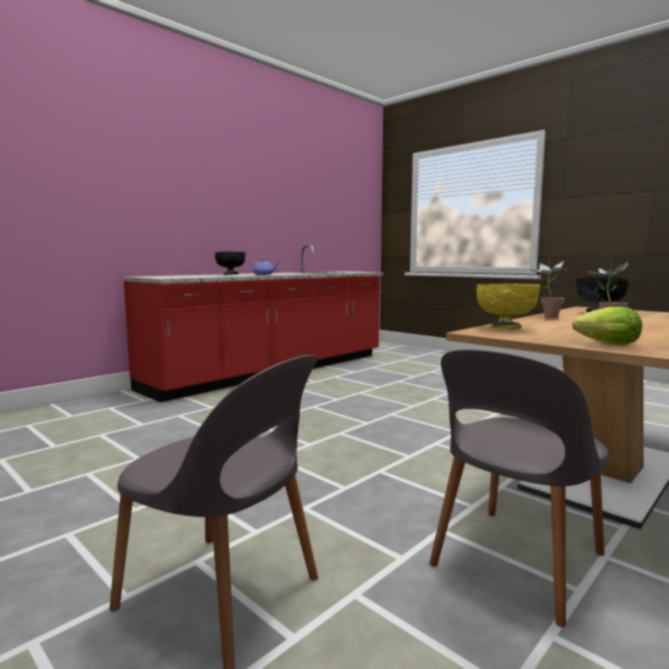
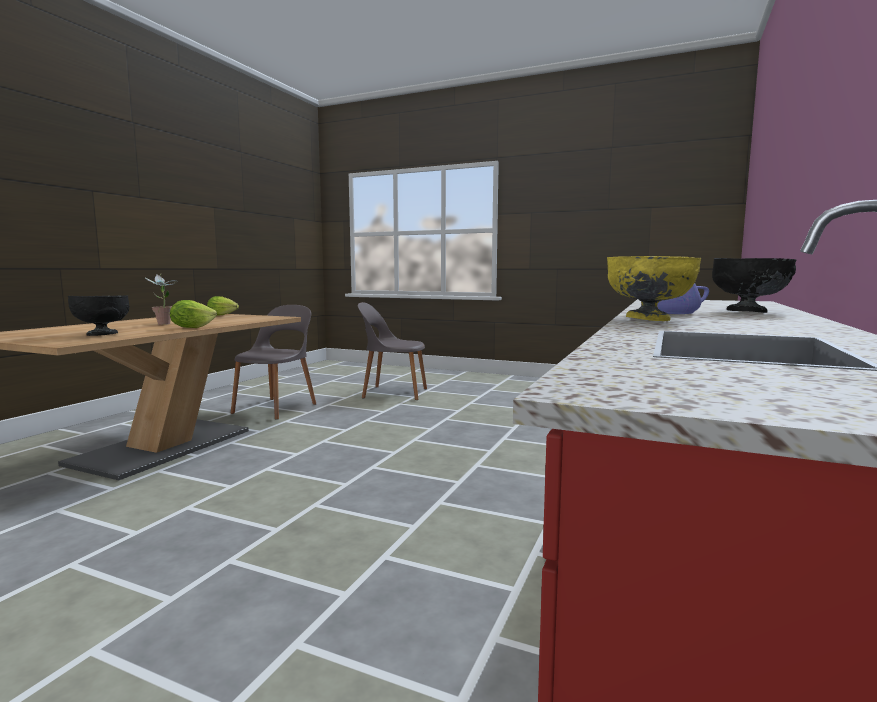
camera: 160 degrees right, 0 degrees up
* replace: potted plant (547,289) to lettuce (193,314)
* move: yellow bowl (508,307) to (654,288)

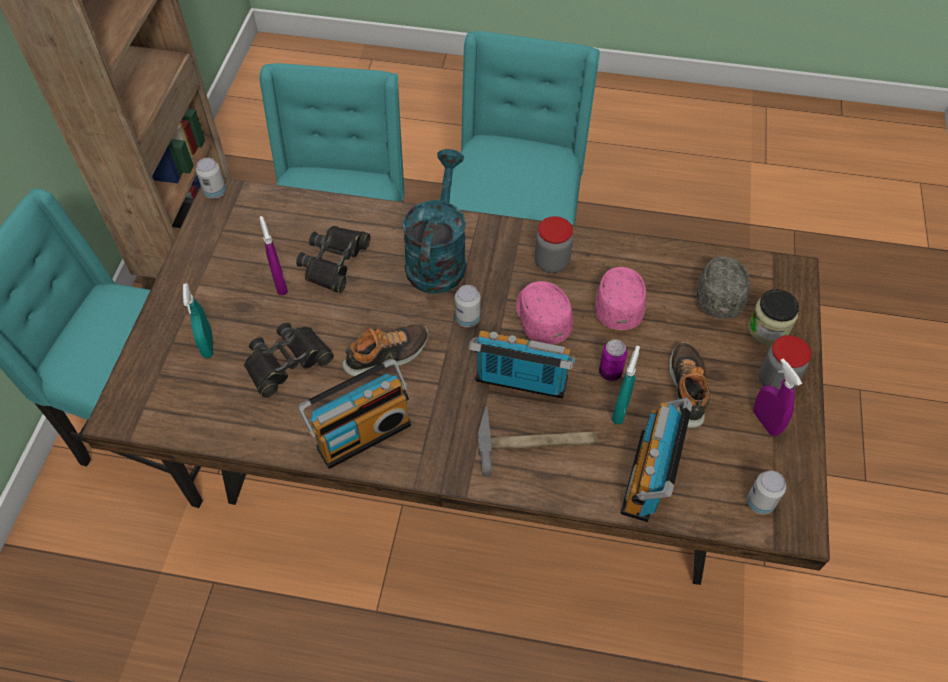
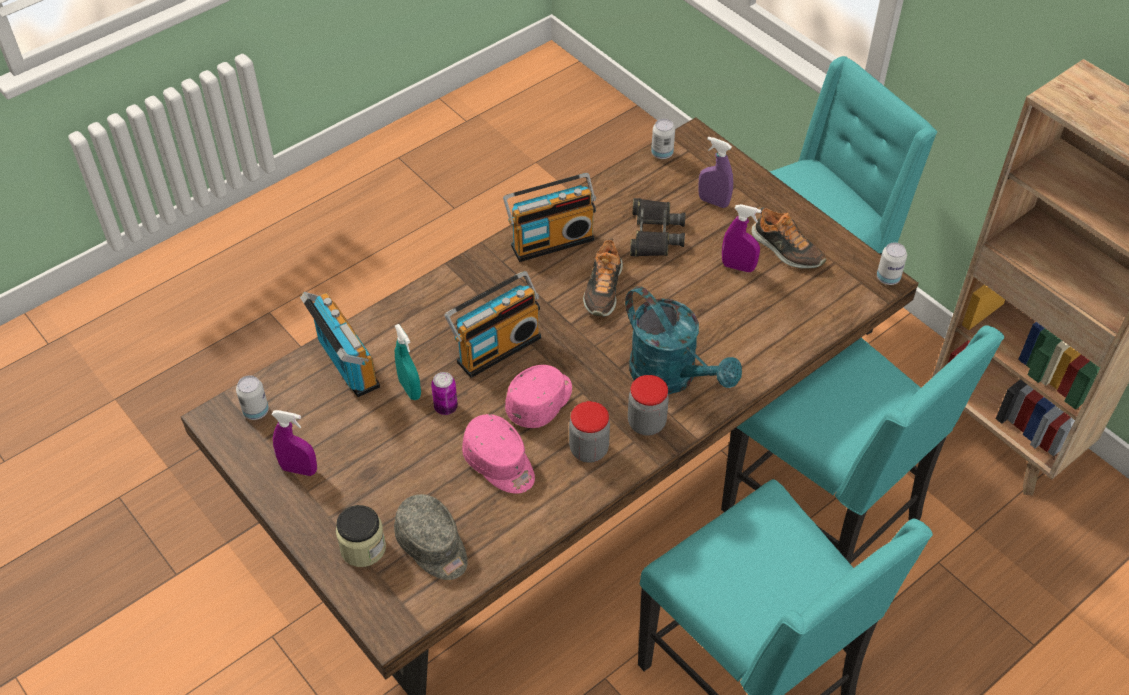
camera: 130 degrees right, 5 degrees down
* rotate: radio (354,414) = (549,217) 120 degrees counterclockwise
* rotate: pink cap (544,312) = (538,396) 75 degrees counterclockwise
* move: jar (785,362) to (648,405)
* move: can (468,306) to (663,139)
* recolor: turquoise spray bottle (198,320) to purple spray bottle (715,172)
* move: shoe (689,385) to (789,238)
* delete: black binoculars (333,259)
* delete: hammer (538,441)

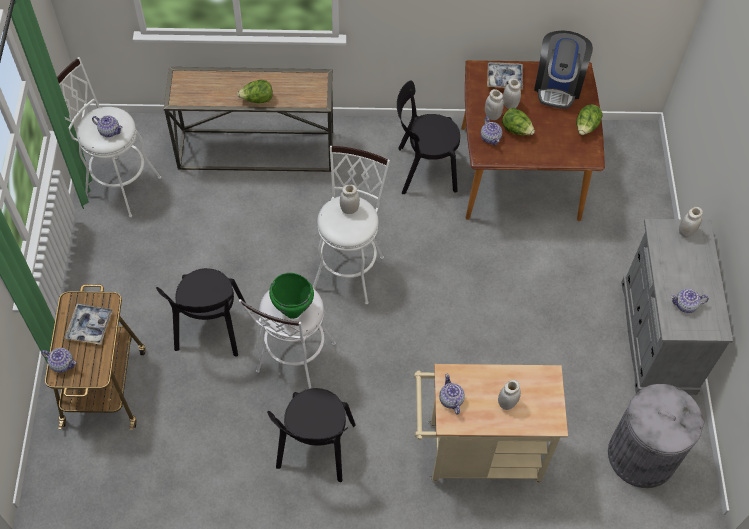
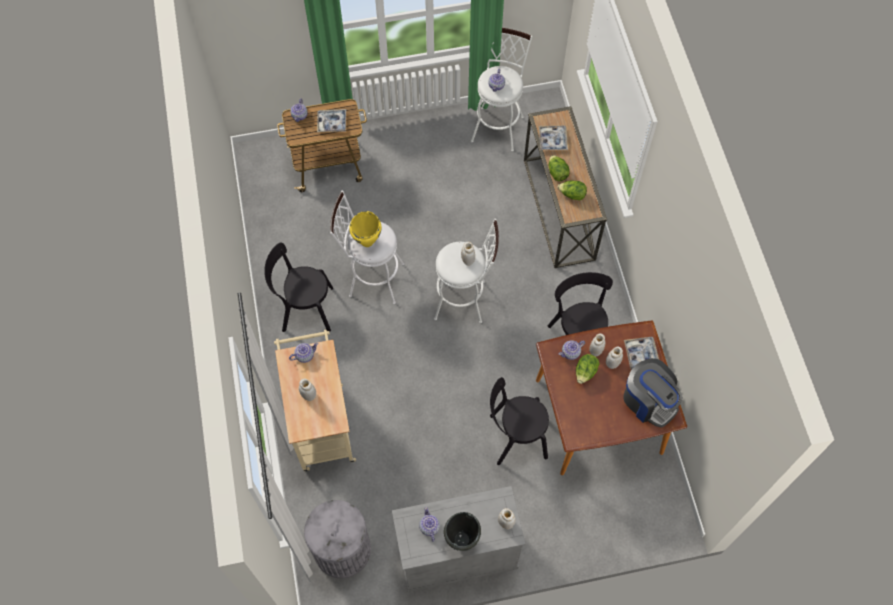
camera: 80 degrees right, 5 degrees up
* recolor: green cooking pot (291,296) to yellow cooking pot (365,229)
* insert: black cooking pot (462,531)
* move: black chair (201,312) to (519,421)
* insert: tray (553,138)
* move: lettuce (589,119) to (572,190)
* rotate: coffee machine (563,69) = (652,393) 135 degrees counterclockwise

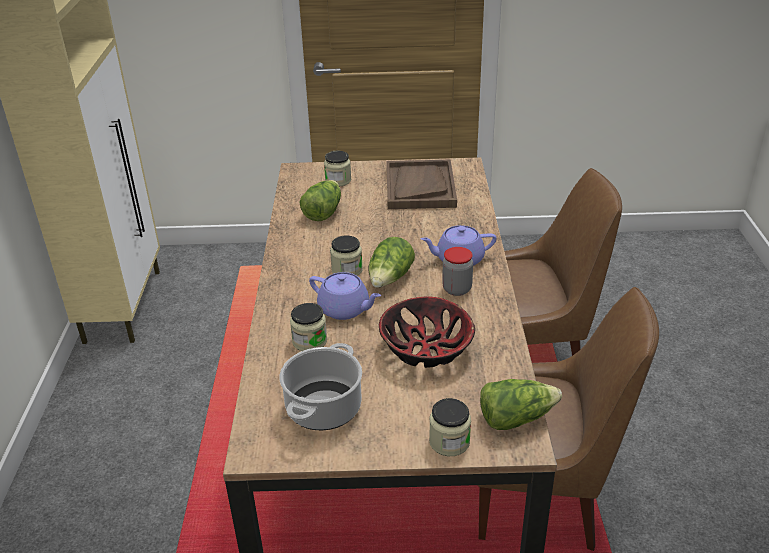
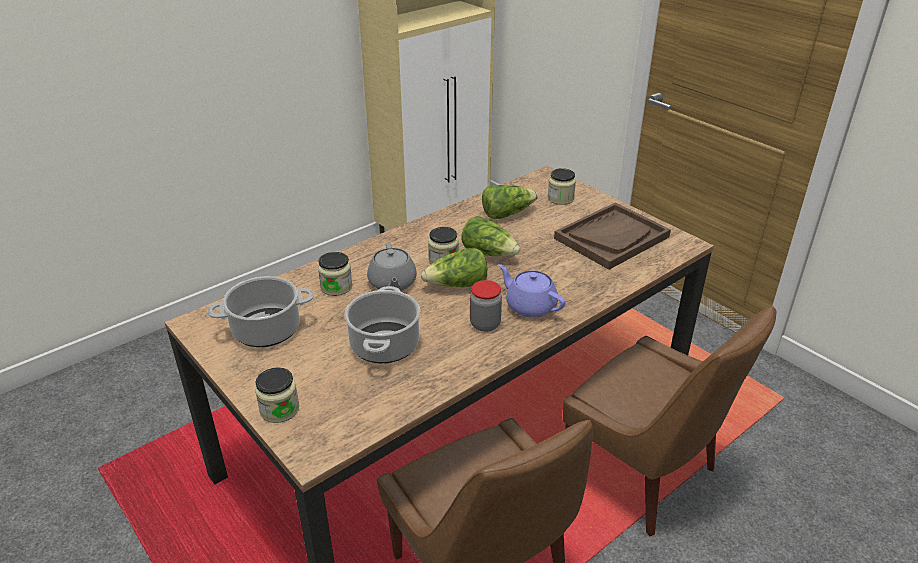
camera: 50 degrees right, 0 degrees up
* replace: bowl (427,332) to cooking pot (382,324)
* recolor: purple teapot (345,296) to grey teapot (392,267)
* move: lettuce (521,404) to (490,236)

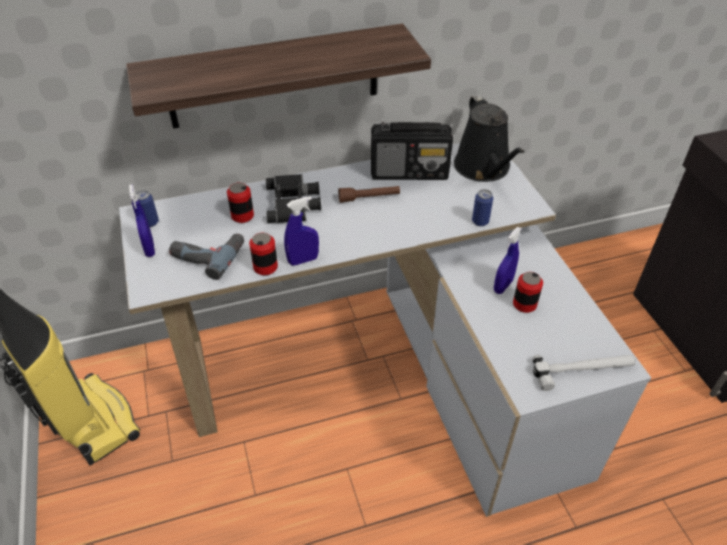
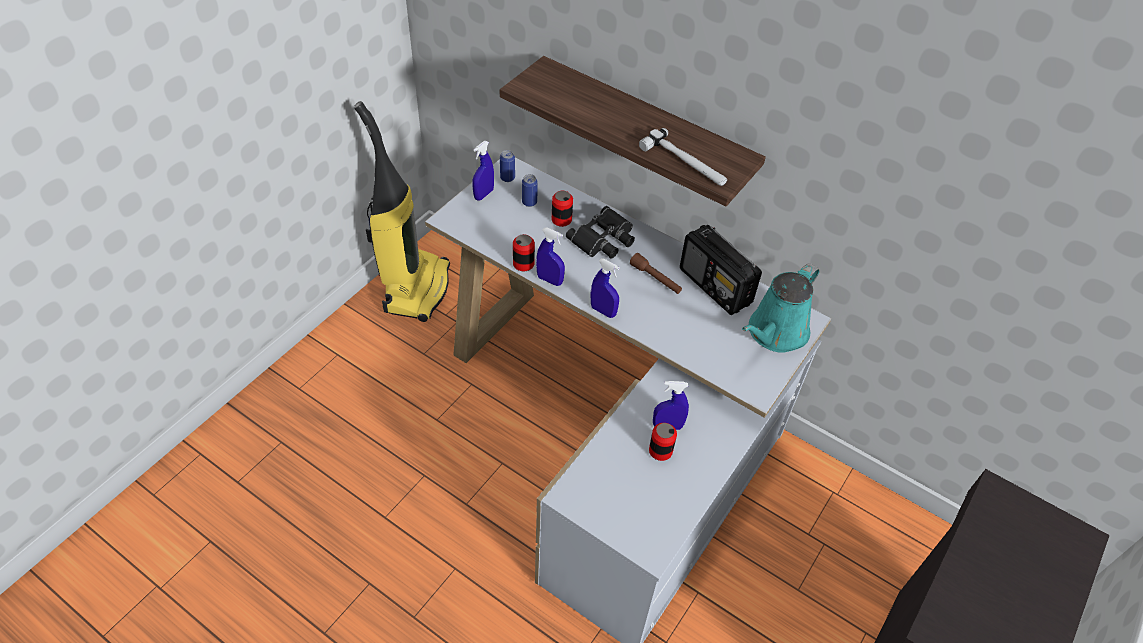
camera: 50 degrees right, 5 degrees up
* move: can (482,207) to (530,190)
* insert: blue spray bottle (605,288)
* move: hammer (584,373) to (683,157)
* recolor: black watering can (489,138) to turquoise watering can (781,308)
* delete: power drill (206,257)

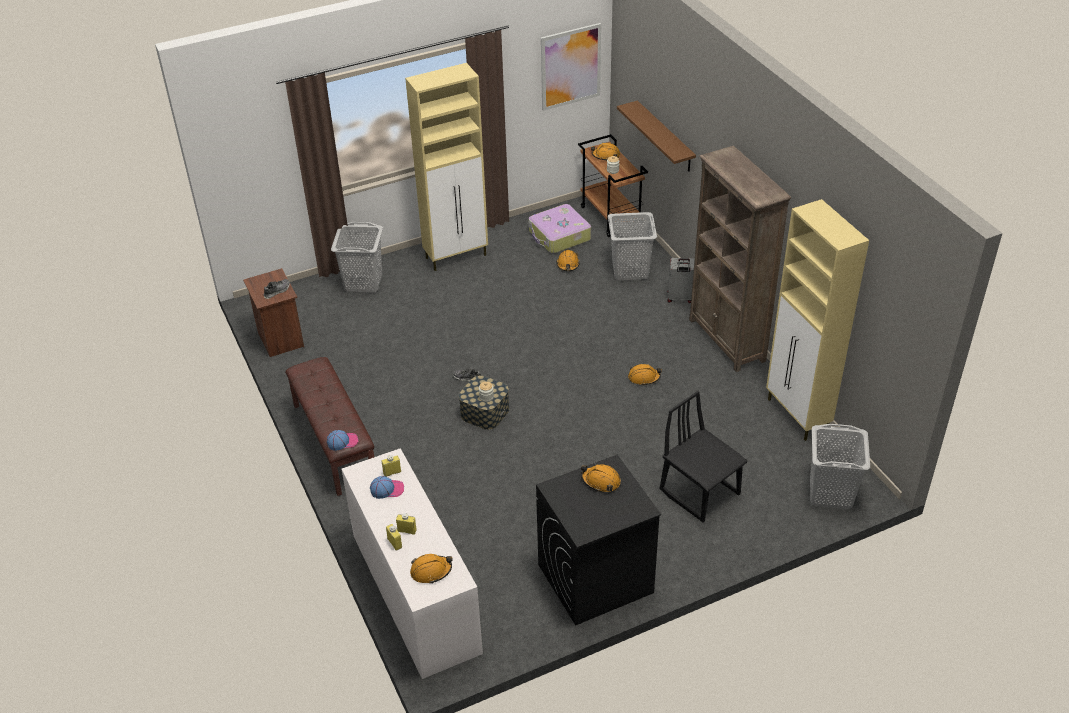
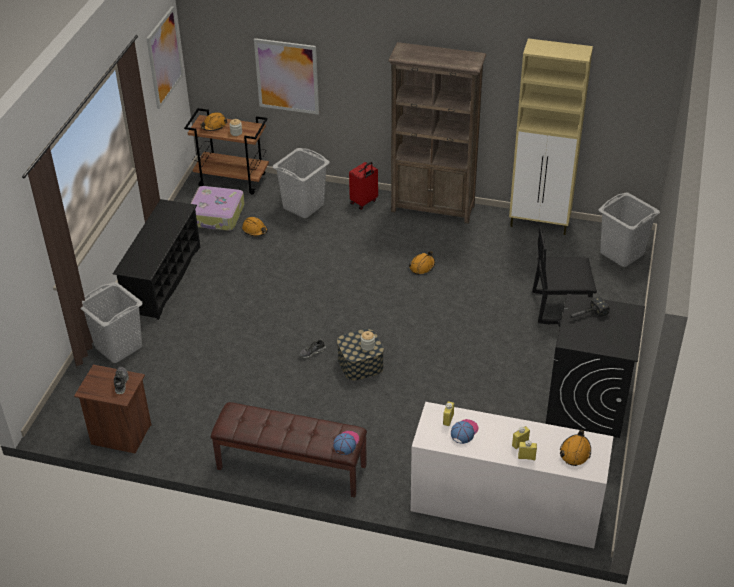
camera: 50 degrees left, 0 degrees up
* replace: beige cabinet (446,167) to black shoe rack (156,259)
* replace: brown shelf (656,136) to picture (286,76)
* recolor: grey suitcase (681,280) to red suitcase (363,186)
* replace: orange hard hat (601,478) to hammer (590,307)

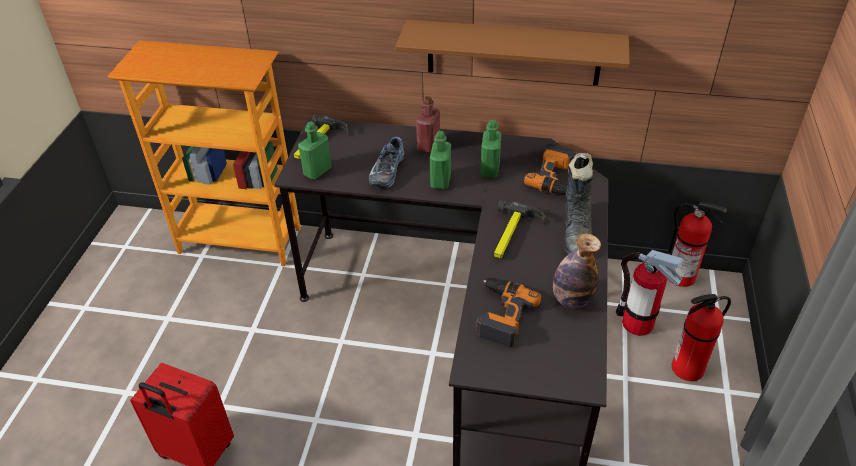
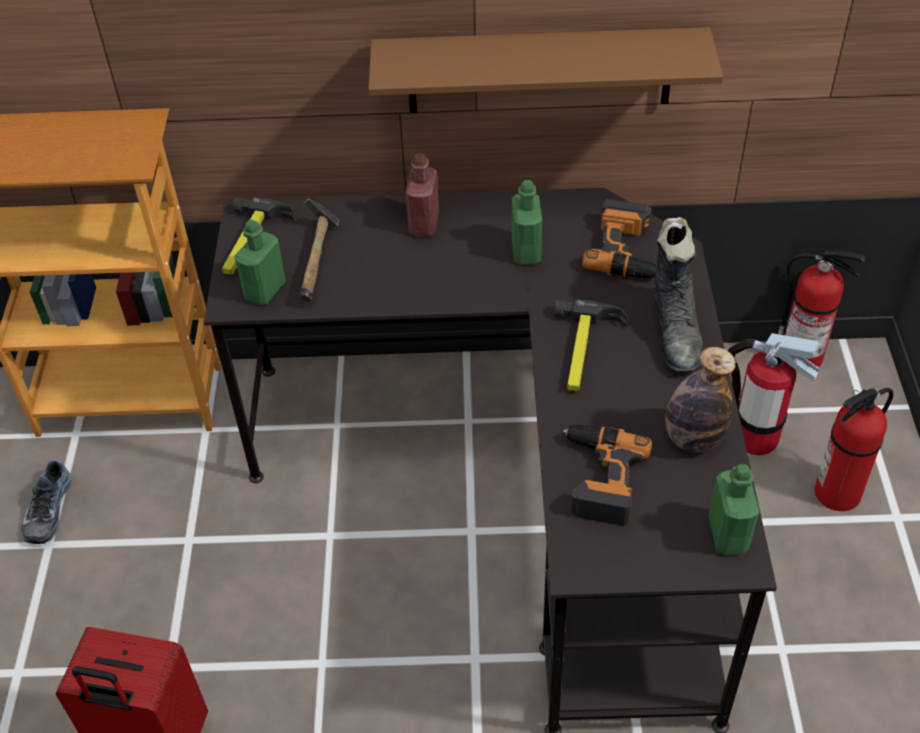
camera: 10 degrees left, 5 degrees up
* move: shoe (386,163) to (46,501)
* insert: hammer (319,250)
* move: green bottle (440,160) to (733,509)

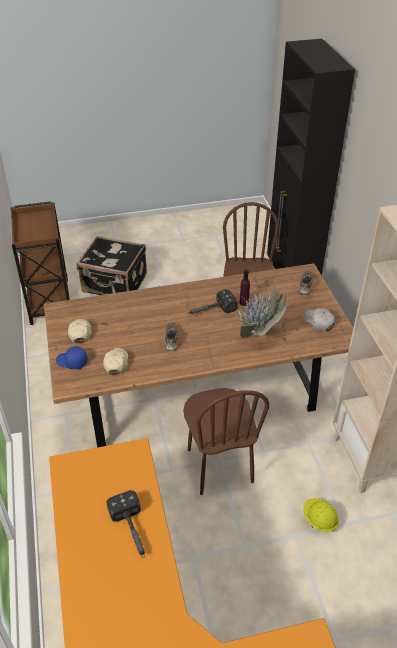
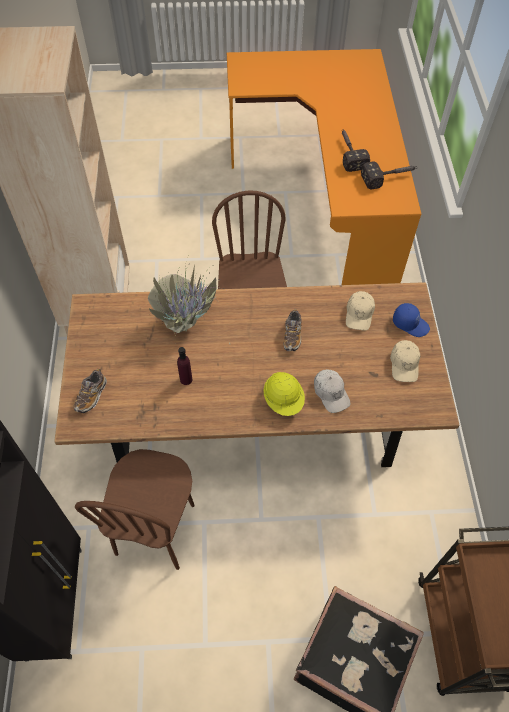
camera: 170 degrees left, 15 degrees up
* move: yellow hard hat (321,515) to (284,394)
* move: white cap (319,320) to (332,391)
* move: hammer (213,301) to (389,175)

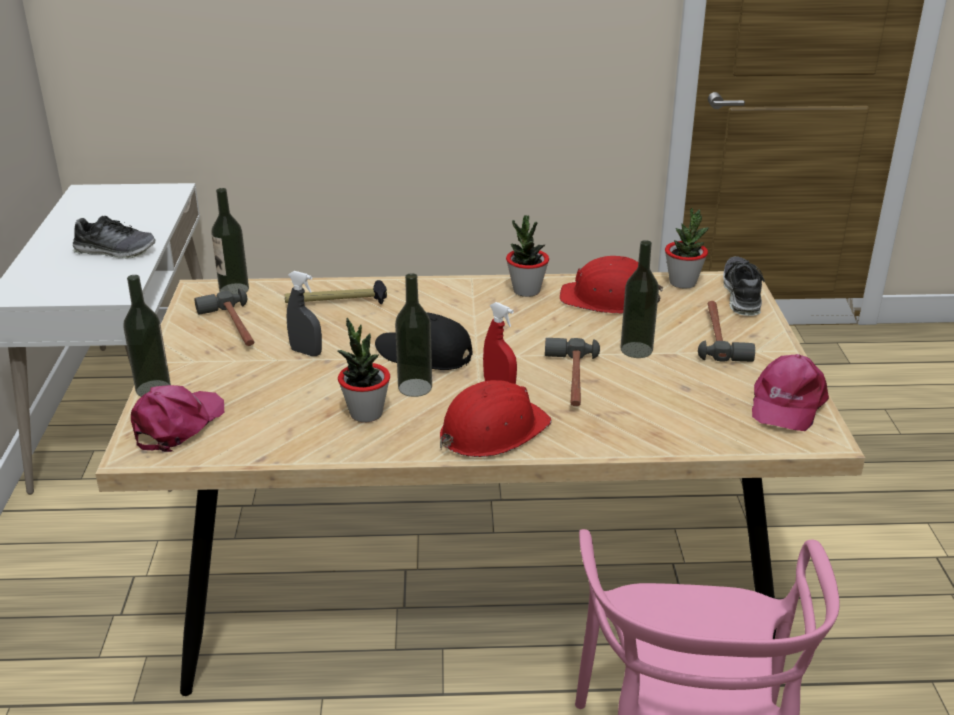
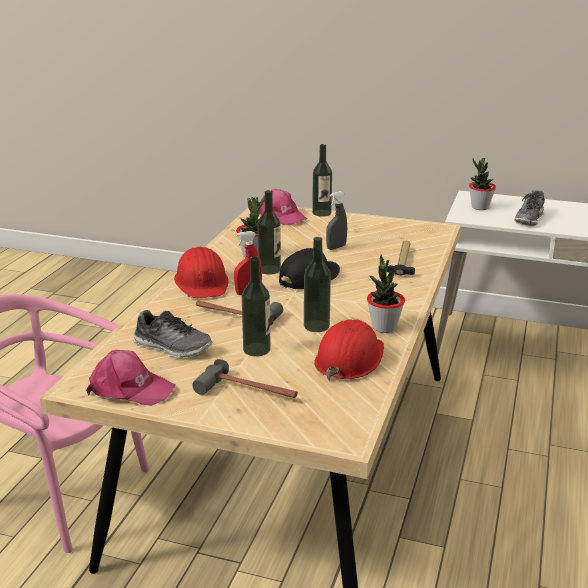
camera: 110 degrees right, 5 degrees down
* rotate: pink cap (790,392) = (131,378) 150 degrees clockwise
* move: shoe (743,286) to (172,334)
* move: bottle (230,241) to (317,284)
* move: potted plant (687,248) to (482,184)
* delete: hammer (224,317)

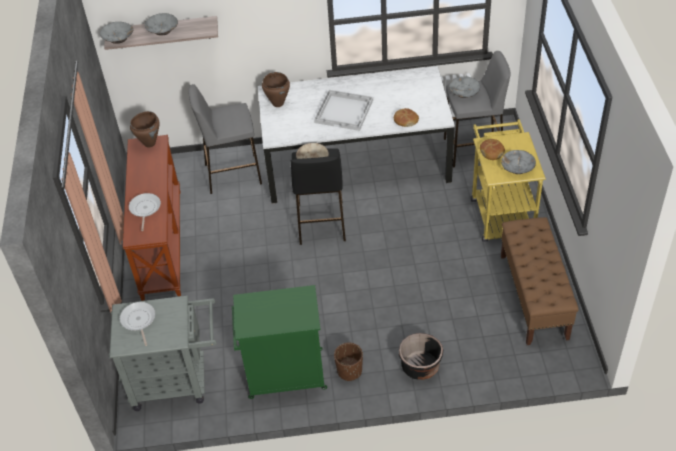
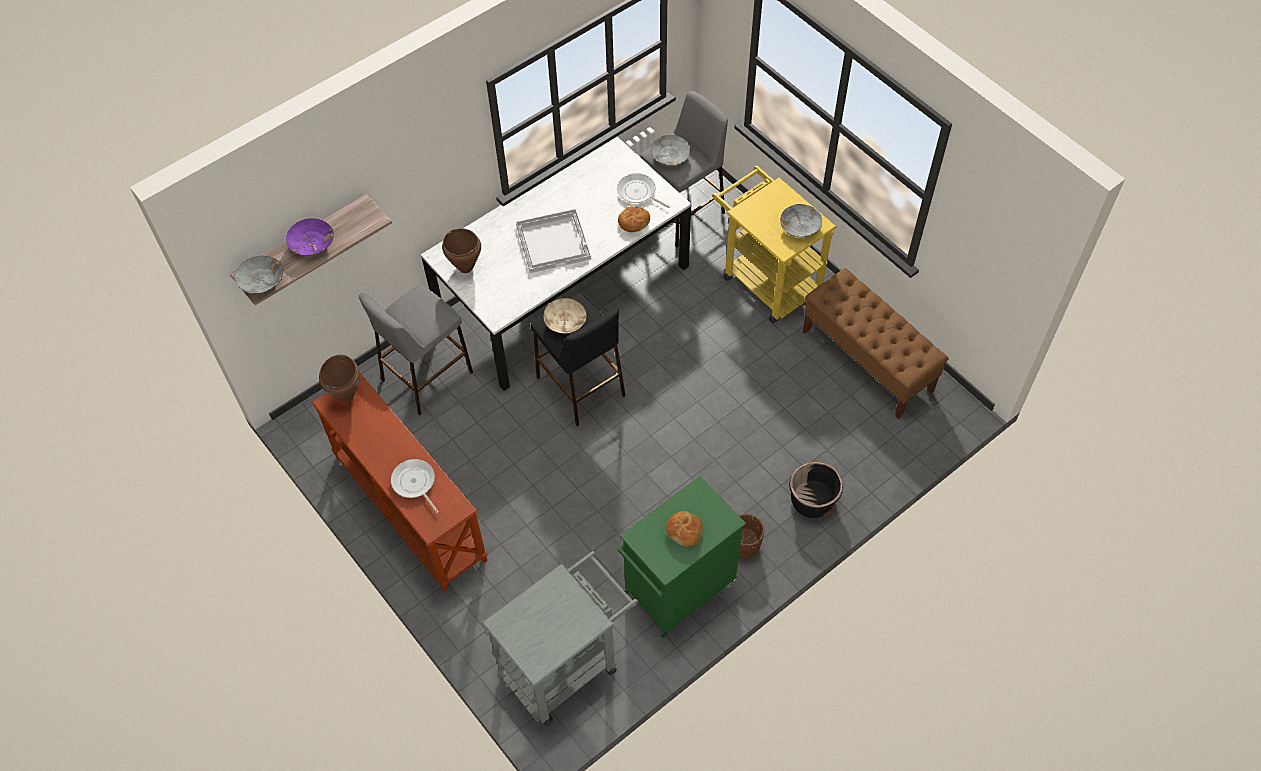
camera: 35 degrees left, 10 degrees up
* recolor: grey bowl (161,24) to purple bowl (310,237)
* move: frying pan (137,324) to (643,190)
* move: bread (492,149) to (684,529)

